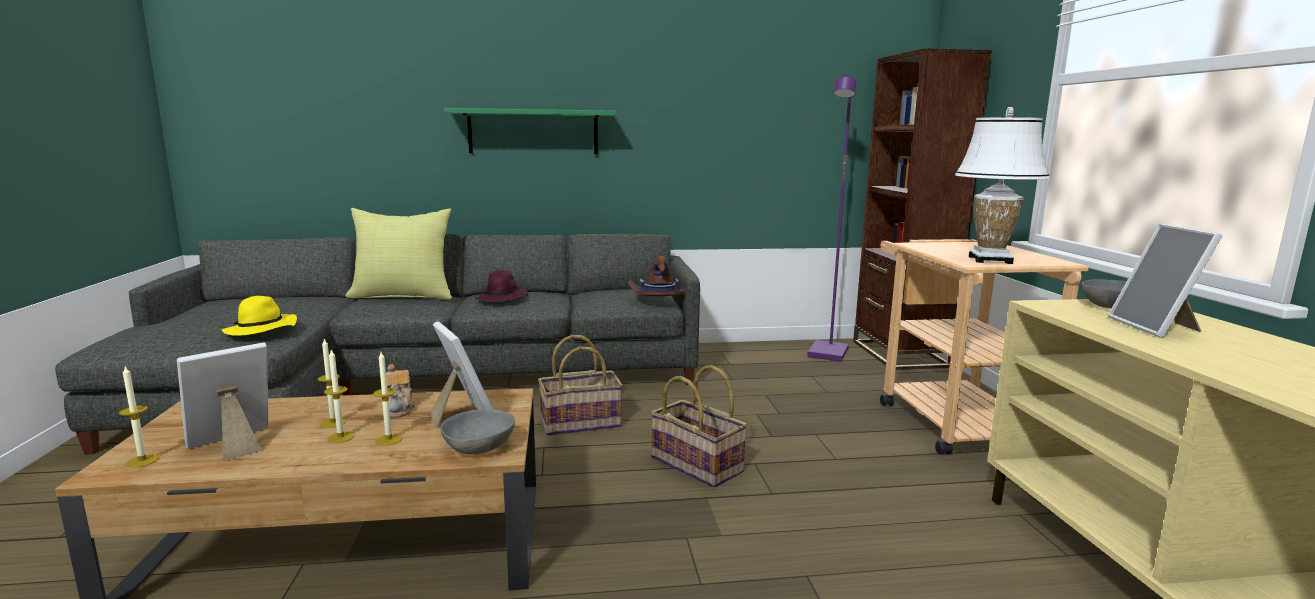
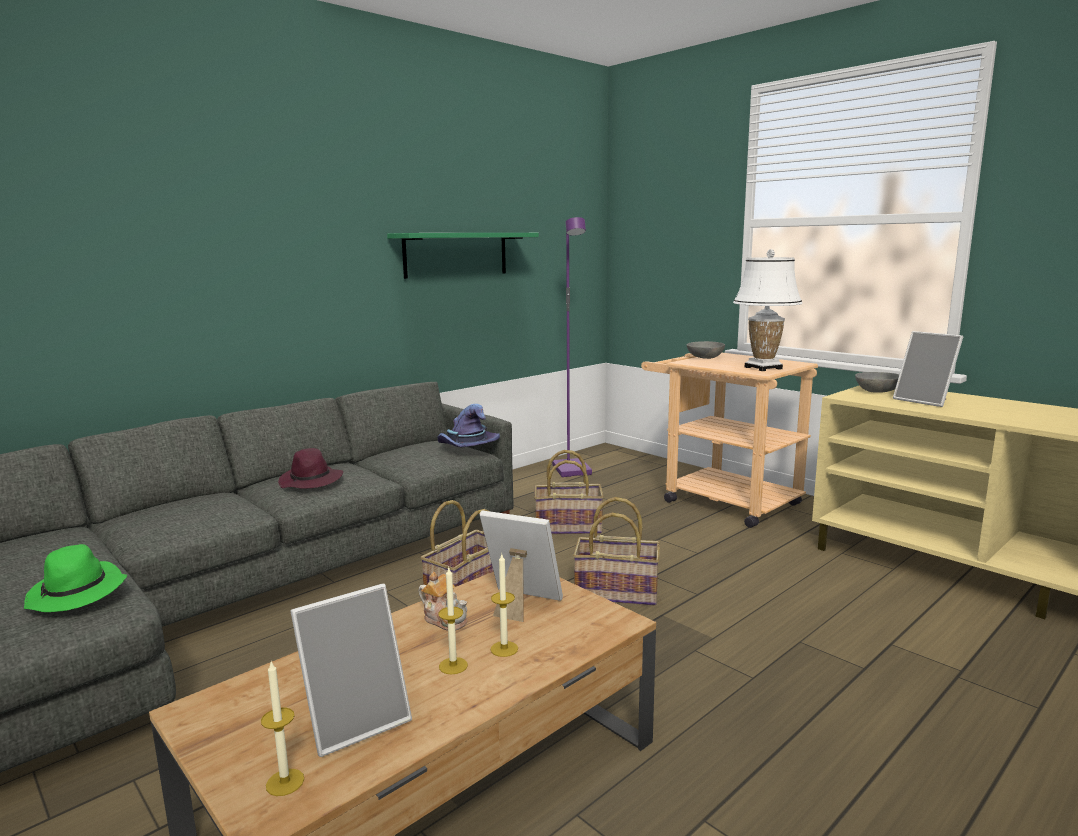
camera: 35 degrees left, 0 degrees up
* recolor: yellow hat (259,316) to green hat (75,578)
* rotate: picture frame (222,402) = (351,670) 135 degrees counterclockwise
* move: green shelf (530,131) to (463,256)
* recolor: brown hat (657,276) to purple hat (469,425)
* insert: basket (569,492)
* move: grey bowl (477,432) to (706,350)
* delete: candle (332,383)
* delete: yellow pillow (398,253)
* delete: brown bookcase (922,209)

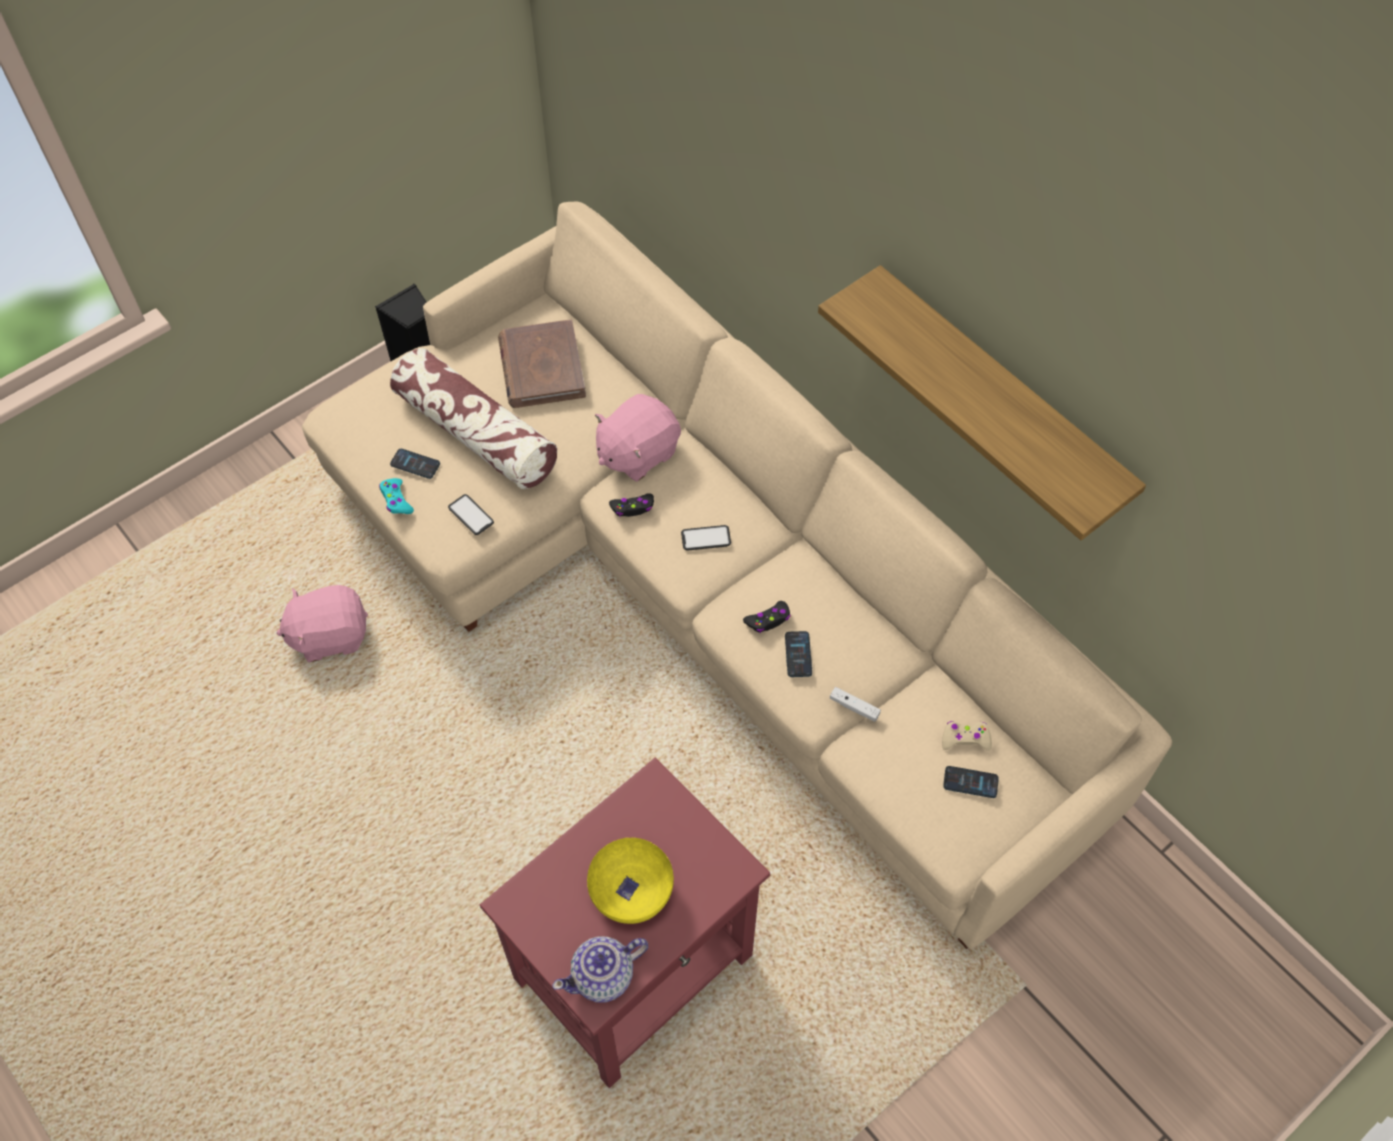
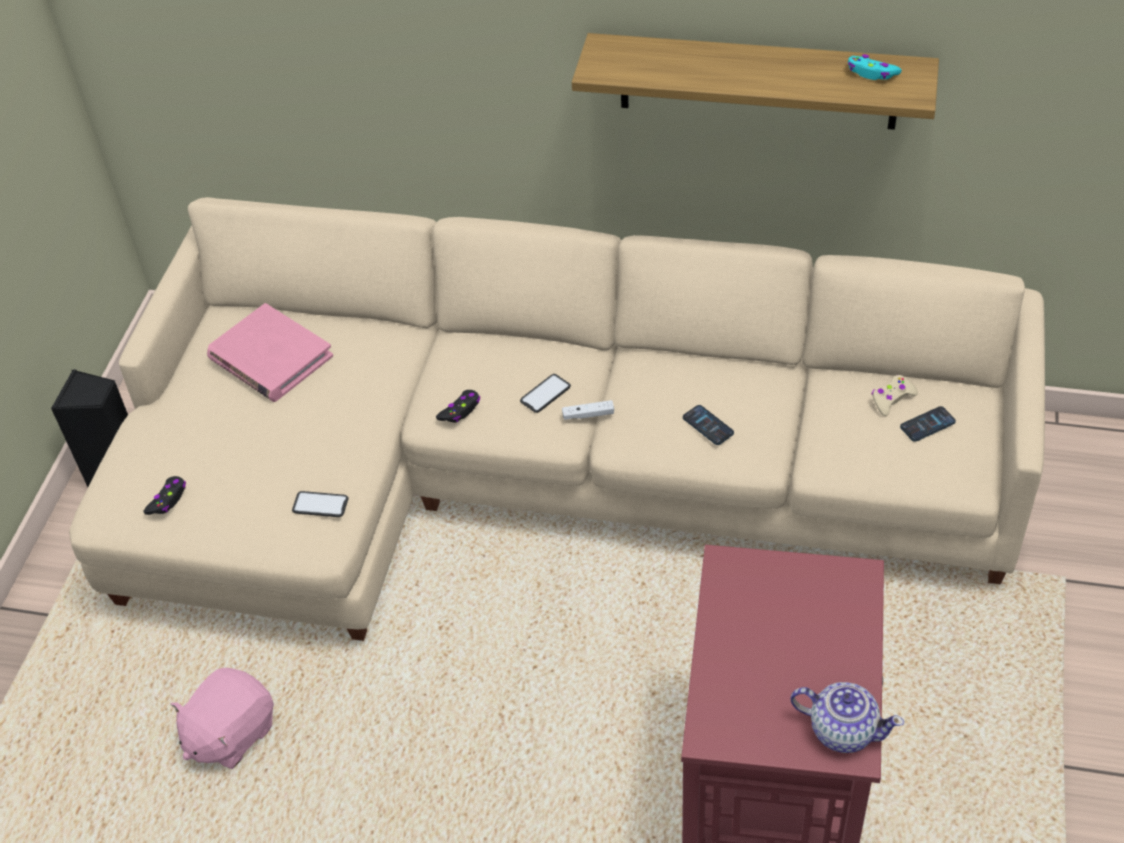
camera: 35 degrees left, 10 degrees down
* move: black game controller (767,617) to (164,495)
* recolor: brown book (542,363) to pink book (270,352)
* move: white game controller (855,704) to (588,410)
* rotate: teapot (600,969) = (847,717) 90 degrees counterclockwise
* move: turquoise game controller (396,496) to (875,67)
* delete: pillow (473,418)
* delete: phone (415,464)
* delete: yellow bowl (630,881)
* delete: pink plush toy (638,438)

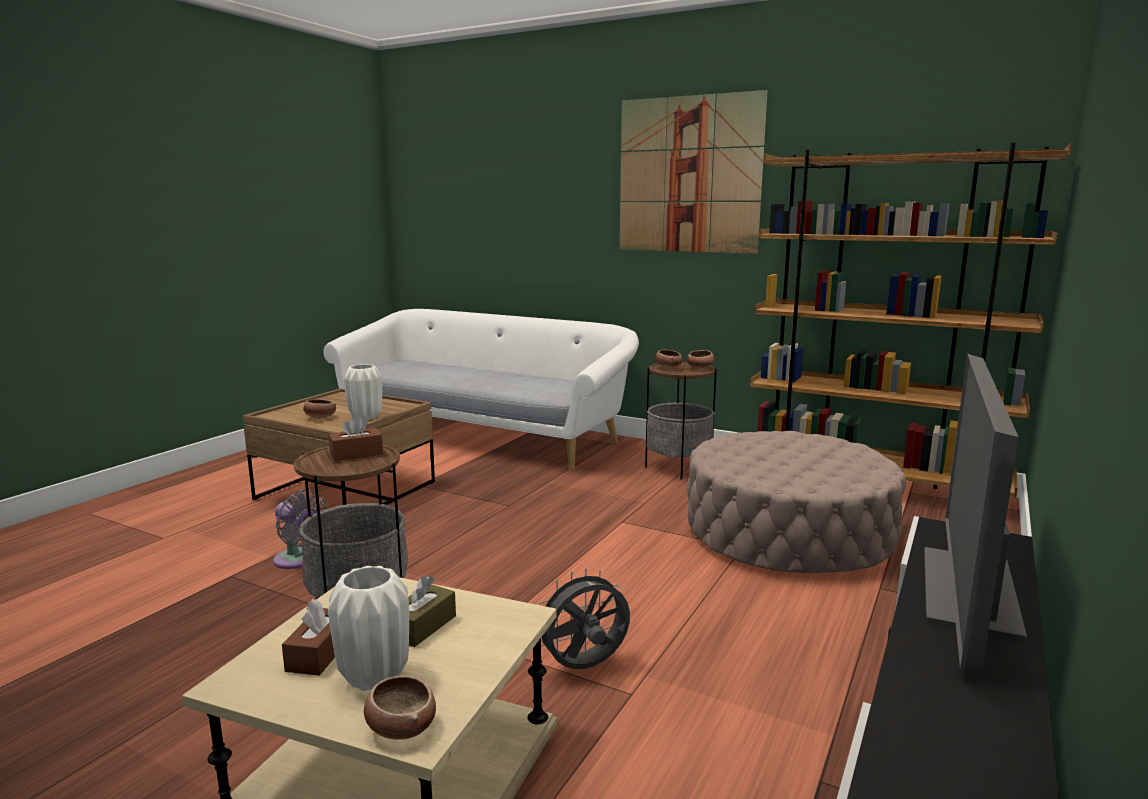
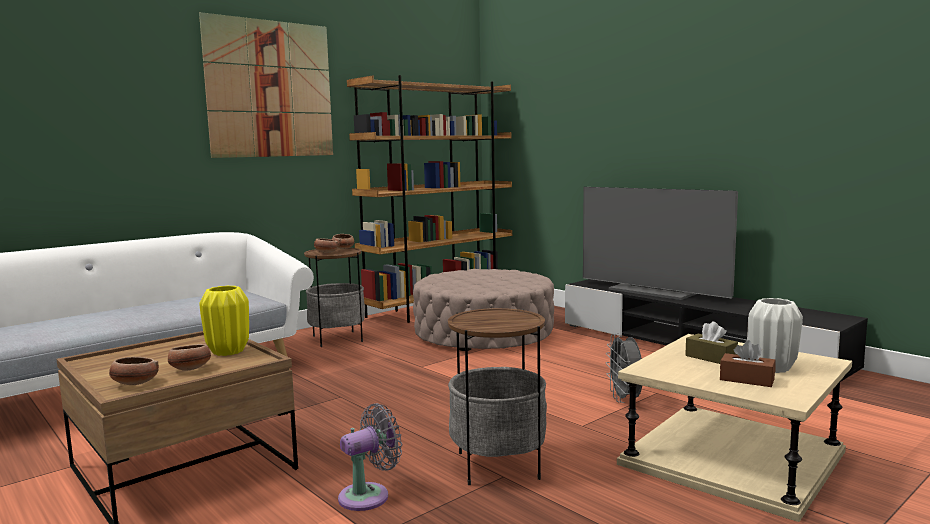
camera: 70 degrees left, 5 degrees down
* move: bowl (400,707) to (134,371)
* recolor: white vase (363,392) to yellow vase (224,321)
* delete: brown tissue box (355,438)

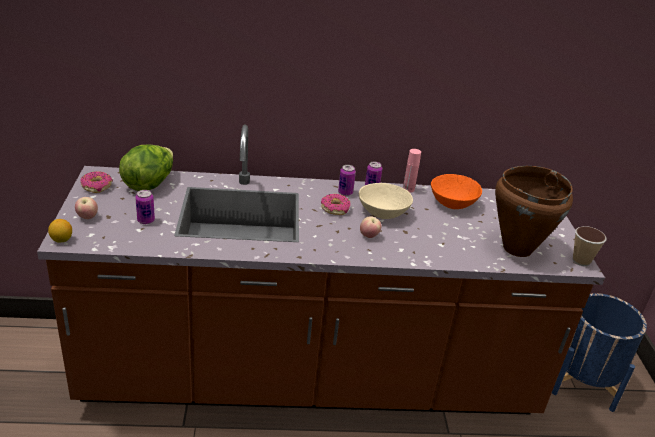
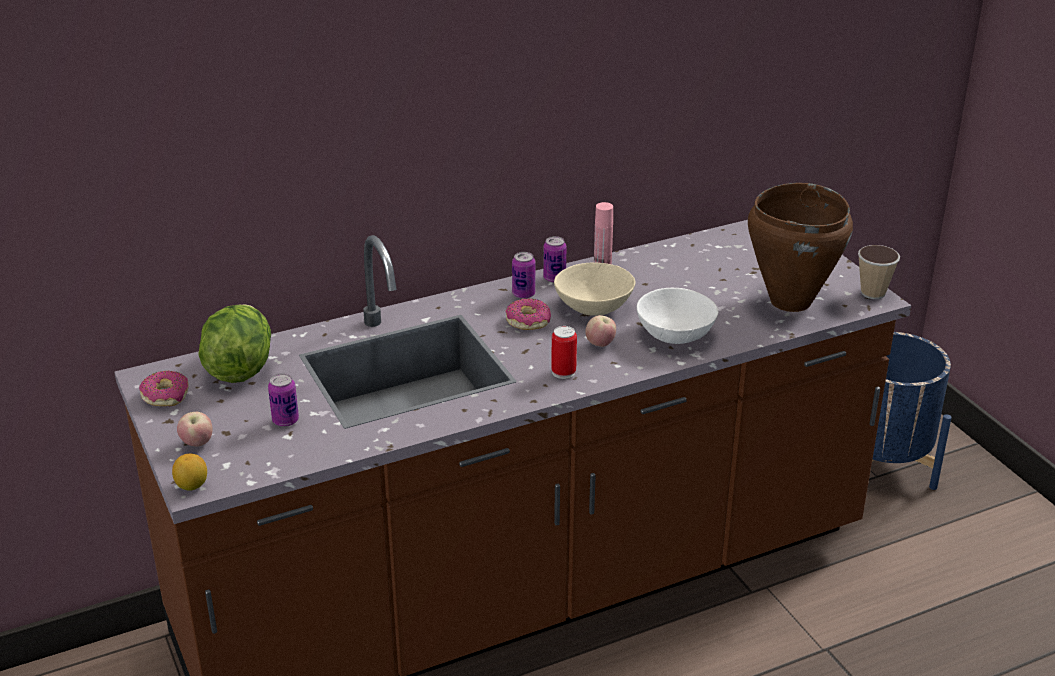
camera: 20 degrees left, 0 degrees up
* insert: can (564,352)
* insert: white bowl (677,316)
* delete: orange bowl (456,191)

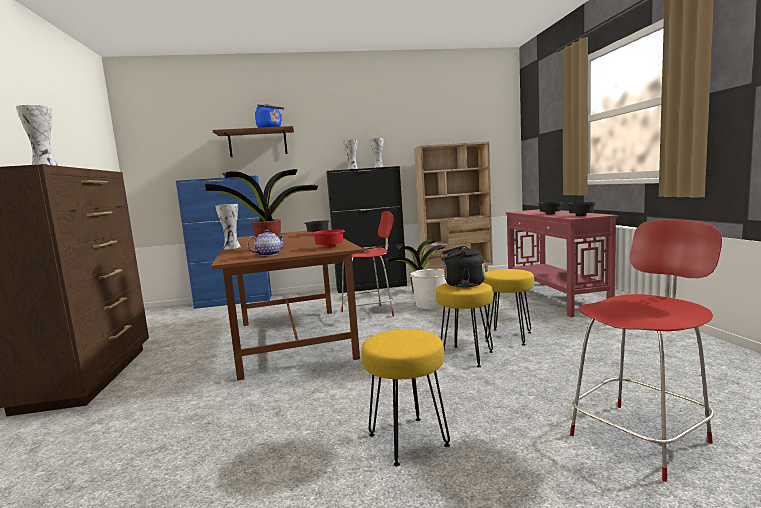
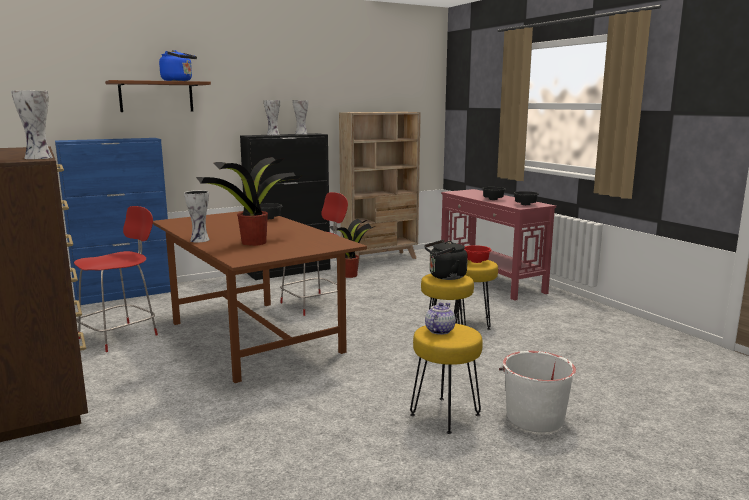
camera: 20 degrees left, 5 degrees up
* move: red chair (646,351) to (116,279)
* move: teapot (266,242) to (440,319)
* move: red bowl (328,238) to (477,254)
* move: white bucket (428,289) to (537,392)

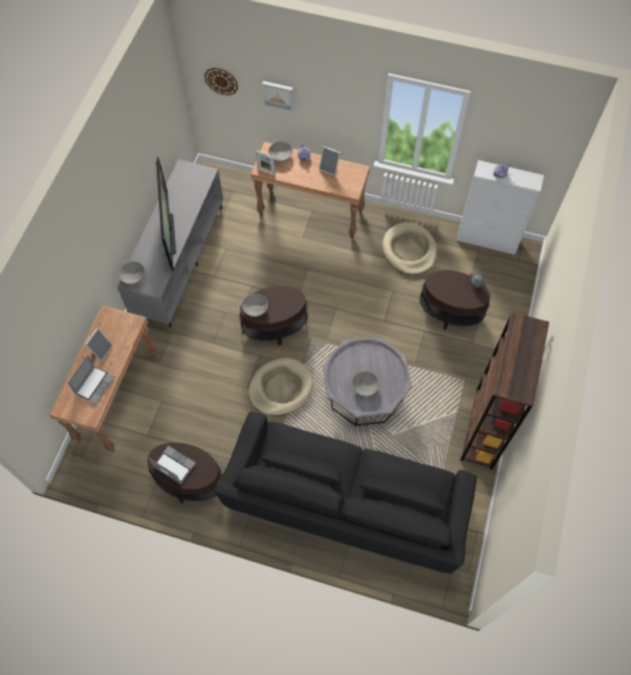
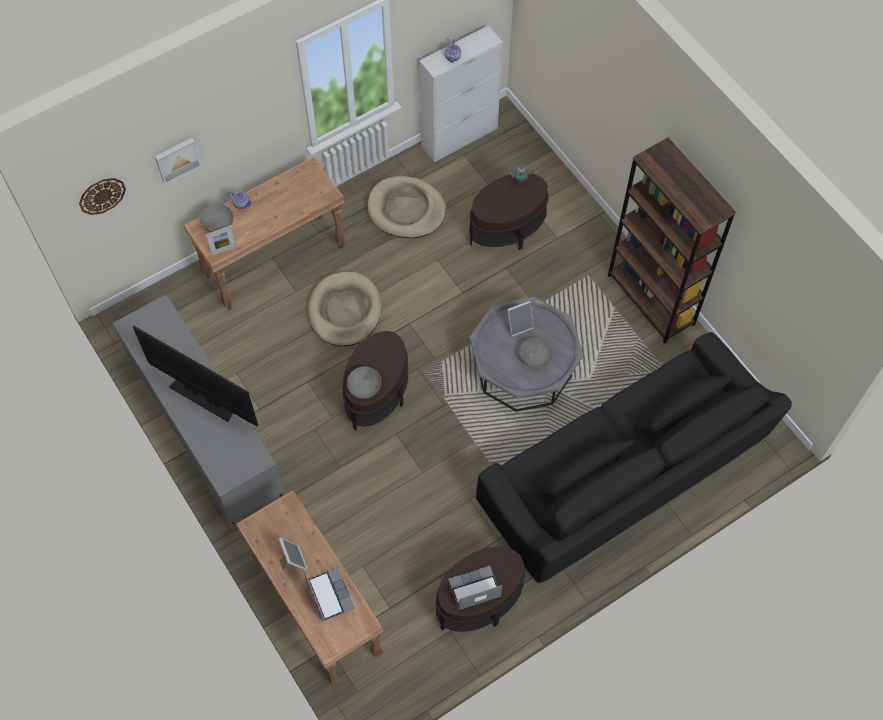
camera: 50 degrees left, 0 degrees up
* move: beige dog bed (280,387) to (345,309)
* move: picture frame (329,161) to (520,319)
* delete: grey bowl (132,273)

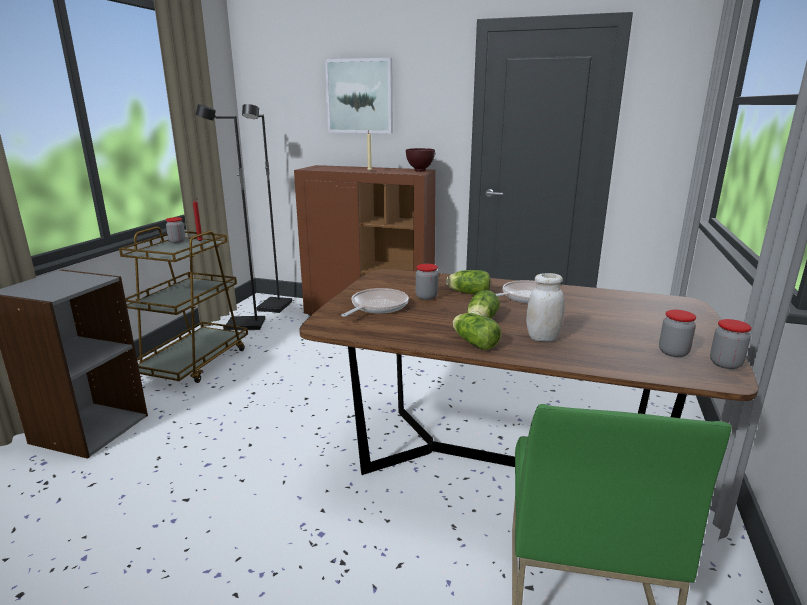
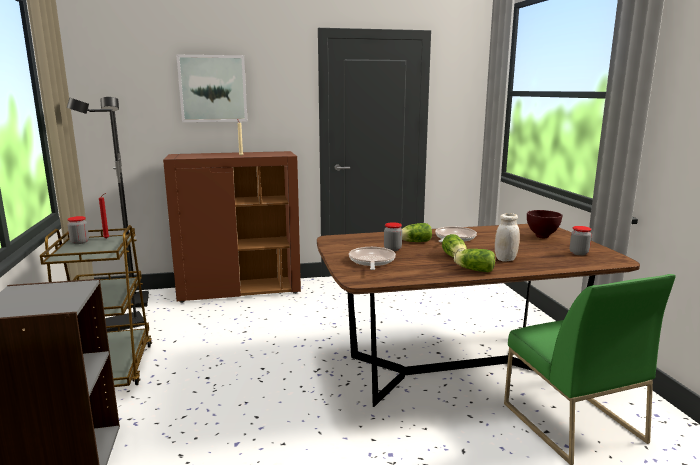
camera: 30 degrees left, 5 degrees down
* move: brown bowl (420,160) to (544,224)
* delete: jar (731,344)

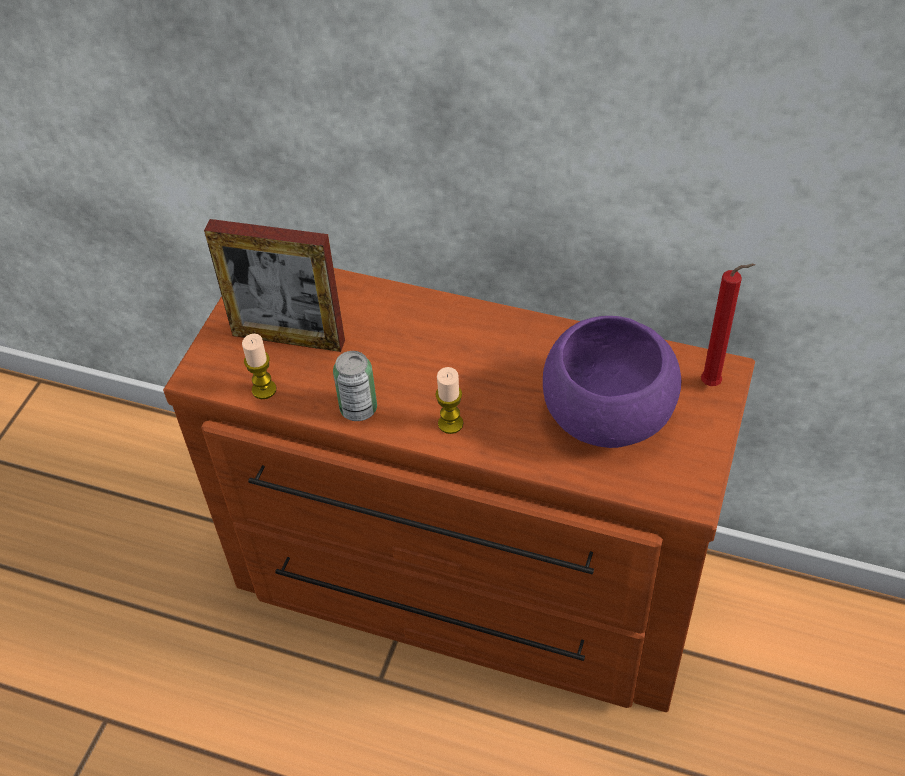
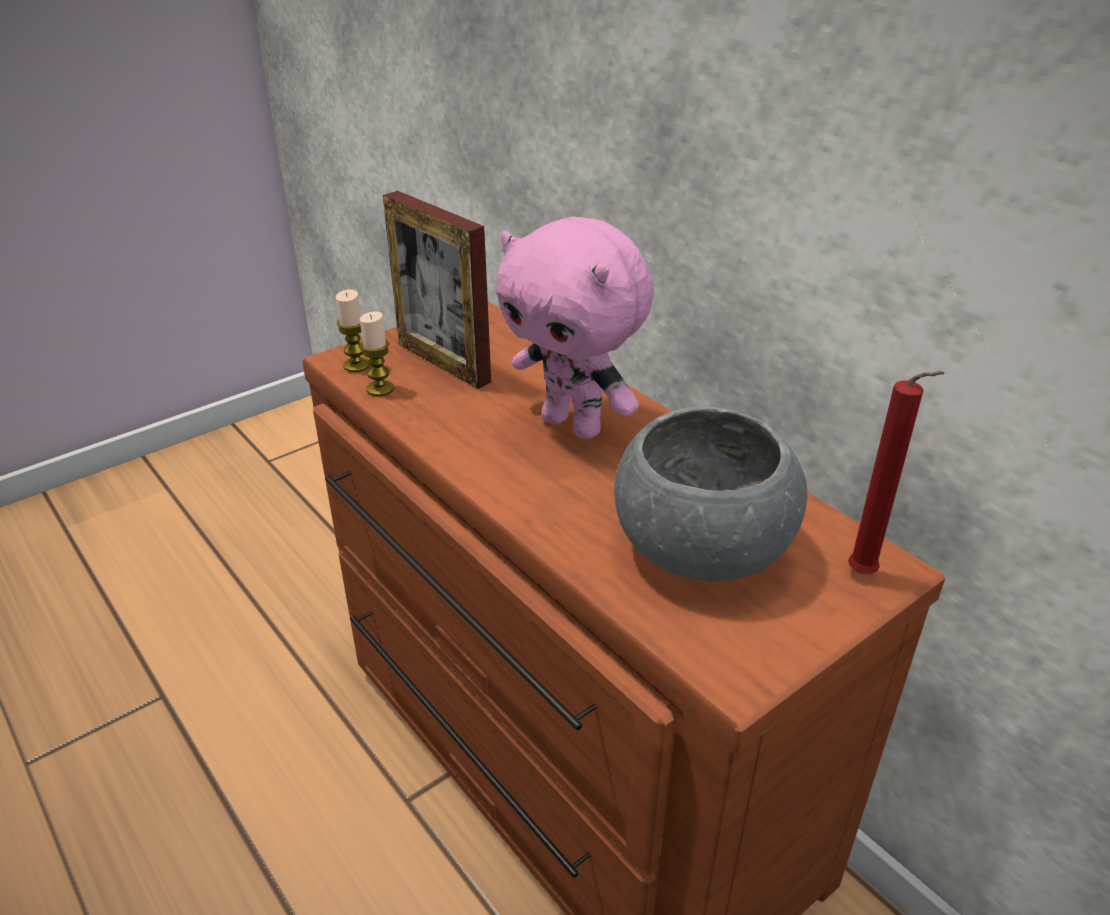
camera: 30 degrees right, 15 degrees down
* move: candle (449,400) to (353,330)
* insert: pink plush toy (574,328)
* recolor: purple bowl (612,382) to grey bowl (710,493)
* delete: can (355,386)

